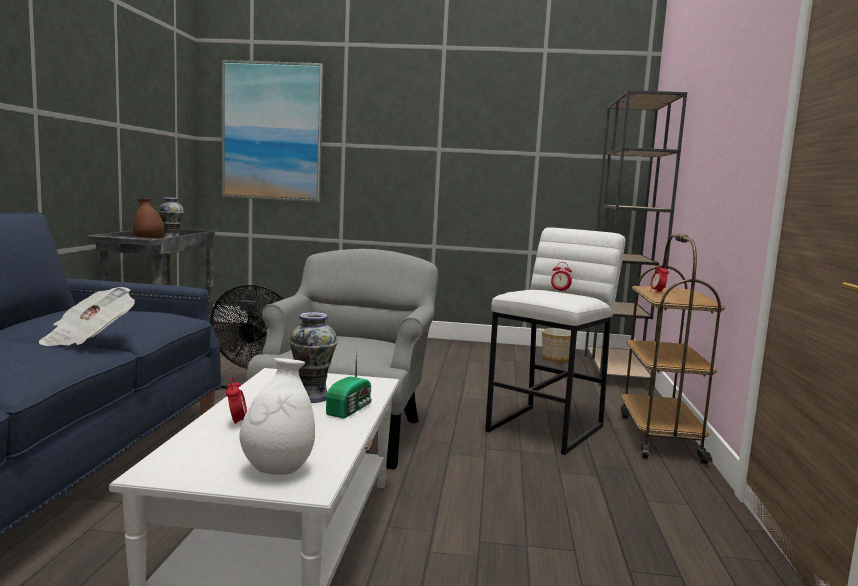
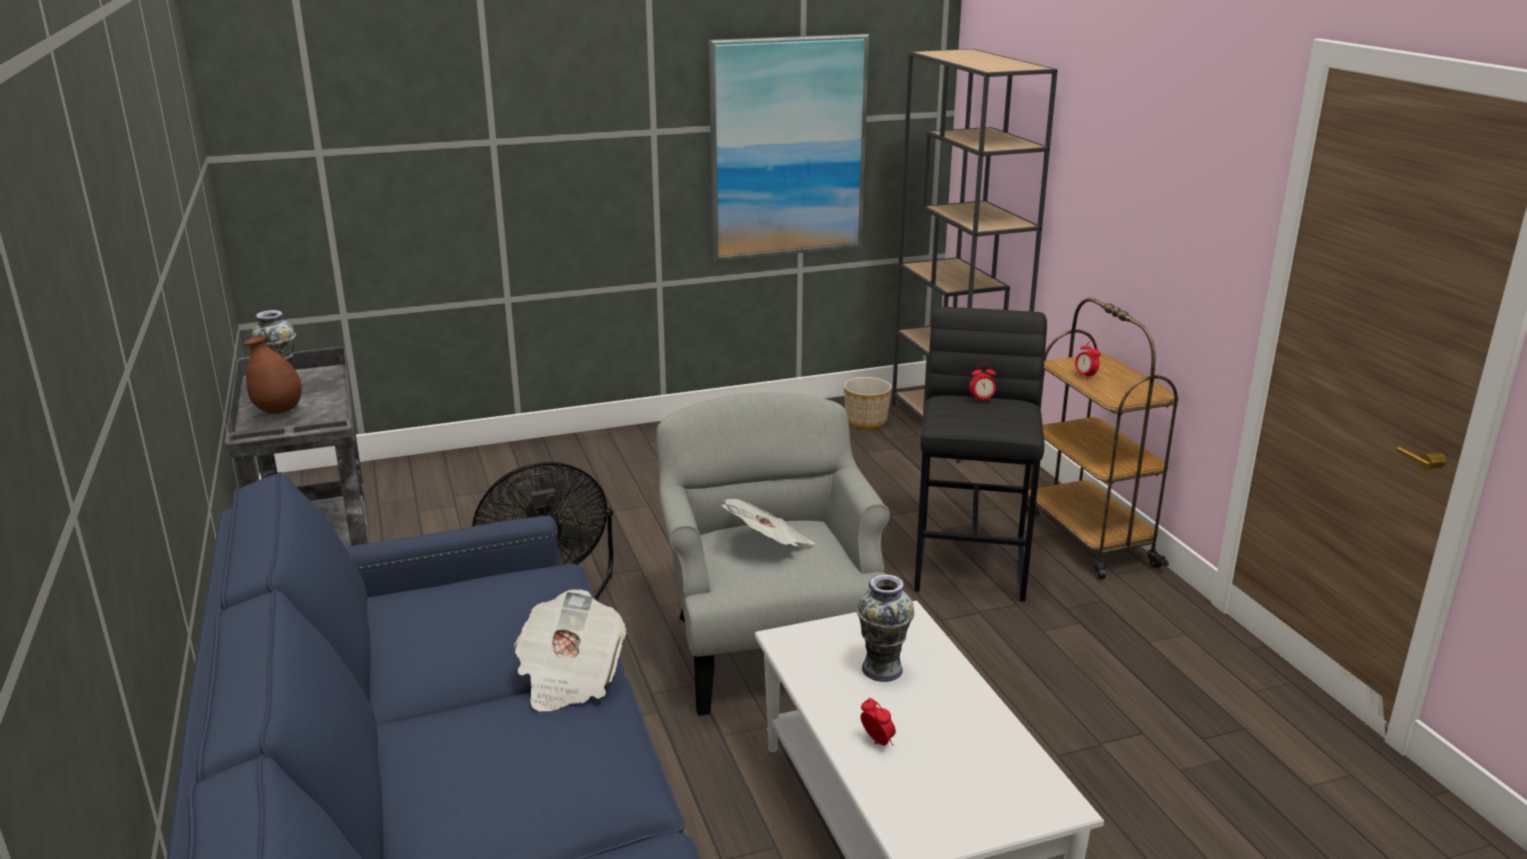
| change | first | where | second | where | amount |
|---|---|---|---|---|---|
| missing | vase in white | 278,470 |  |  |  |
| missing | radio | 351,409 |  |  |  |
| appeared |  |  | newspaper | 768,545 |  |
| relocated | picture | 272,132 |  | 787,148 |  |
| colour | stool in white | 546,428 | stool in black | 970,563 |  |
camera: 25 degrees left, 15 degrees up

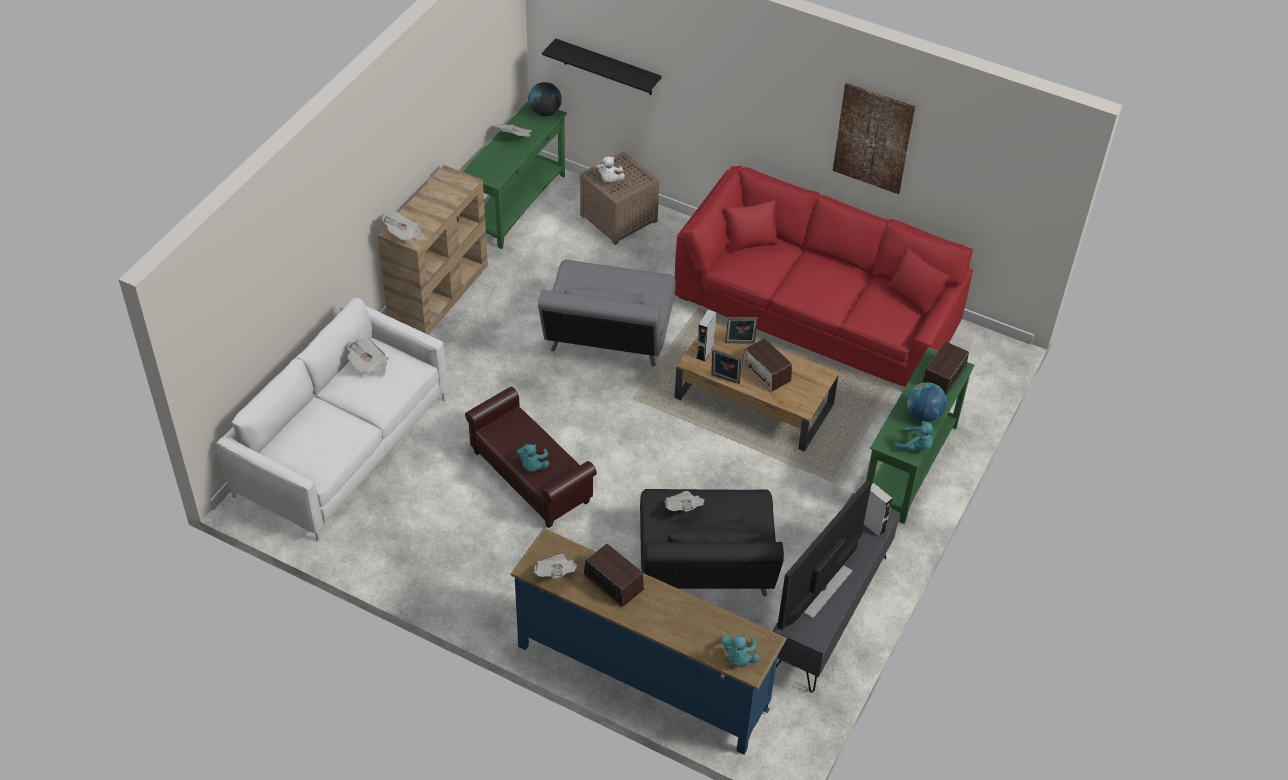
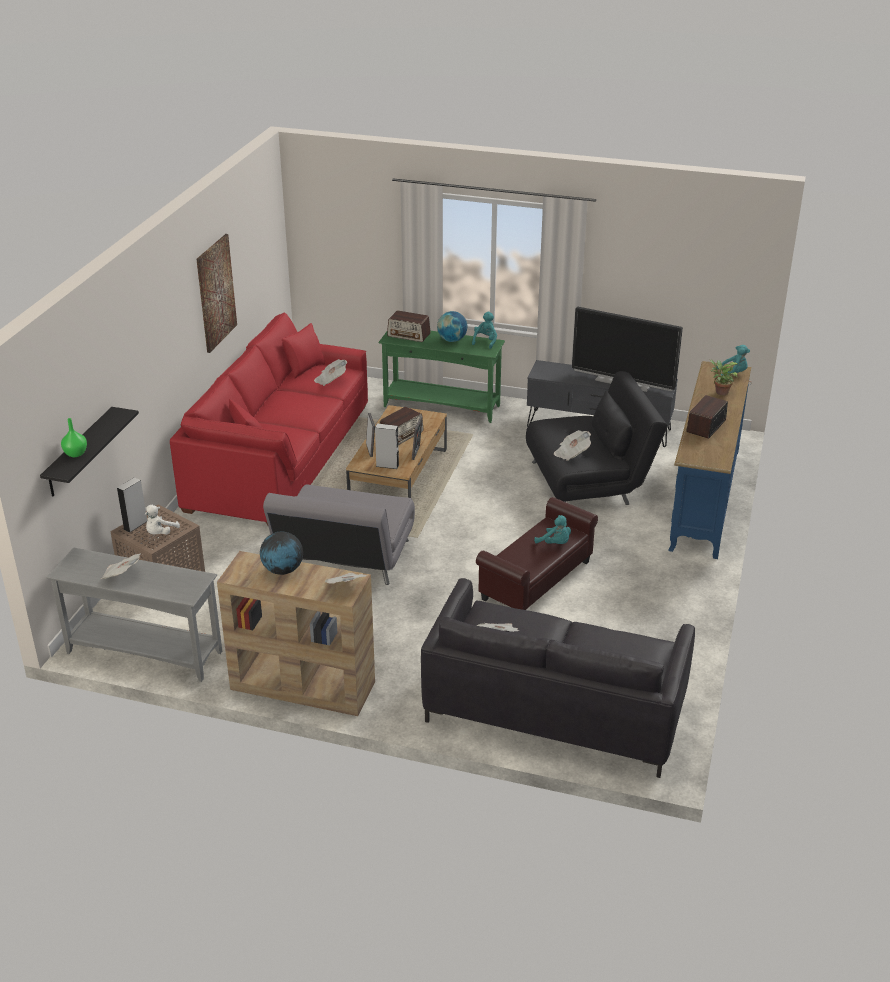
| change | first | where | second | where | amount |
|---|---|---|---|---|---|
| appeared |  |  | vase in green | 76,453 |  |
| appeared |  |  | potted plant | 720,392 |  |
| relocated | globe | 545,112 |  | 282,570 |  |
| relocated | newspaper | 555,573 |  | 331,380 |  |
| relocated | speaker in grey | 872,526 |  | 135,525 |  |
| colour | sofa in white | 343,448 | sofa in black | 555,709 |  |
| colour | console table in green | 516,204 | console table in grey | 143,652 |  |
| spun | plush toy in turquoise | 533,466 |  | 555,543 | 45 degrees clockwise |
| spun | armchair in grey | 607,339 |  | 344,561 | 105 degrees clockwise |
| spun | plush toy in white | 610,179 |  | 160,533 | 120 degrees clockwise |
camera: 100 degrees left, 15 degrees down

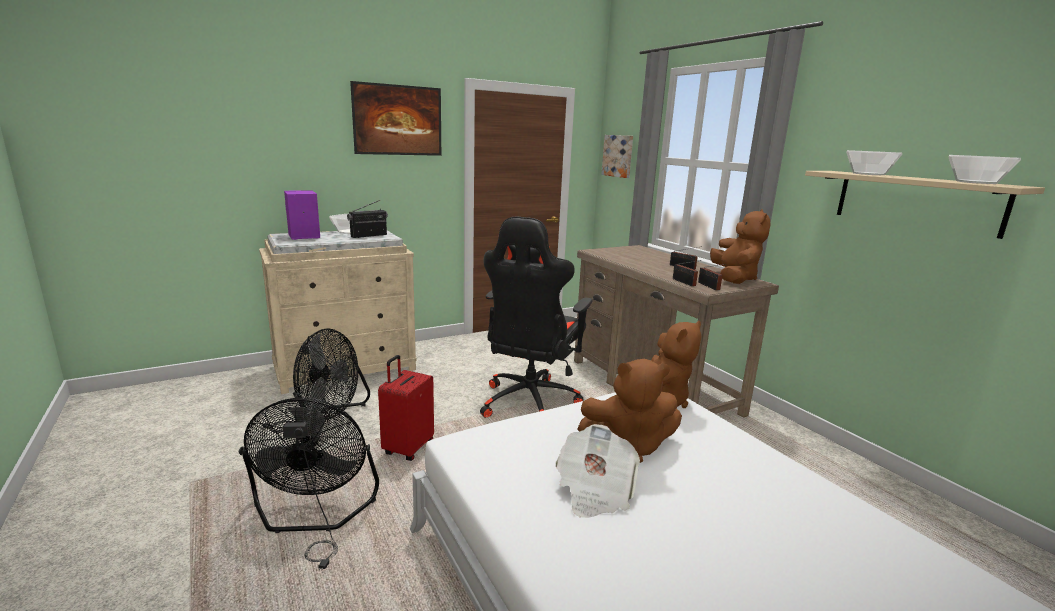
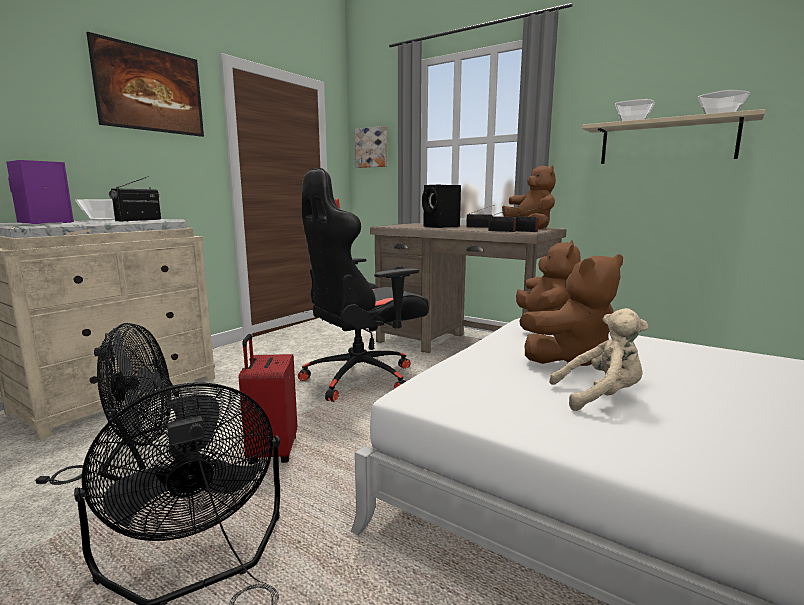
| change | first | where | second | where | amount |
|---|---|---|---|---|---|
| appeared |  |  | speaker in black | 441,227 |  |
| exchanged | newspaper | 594,490 | plush toy in beige | 600,397 |  |
| spun | office chair in black | 532,398 |  | 367,377 | 60 degrees clockwise |
camera: 25 degrees left, 5 degrees down

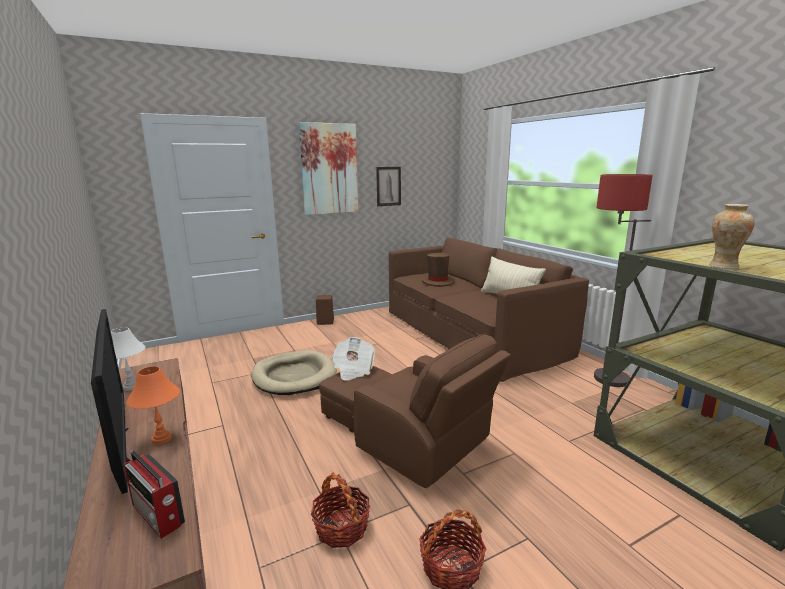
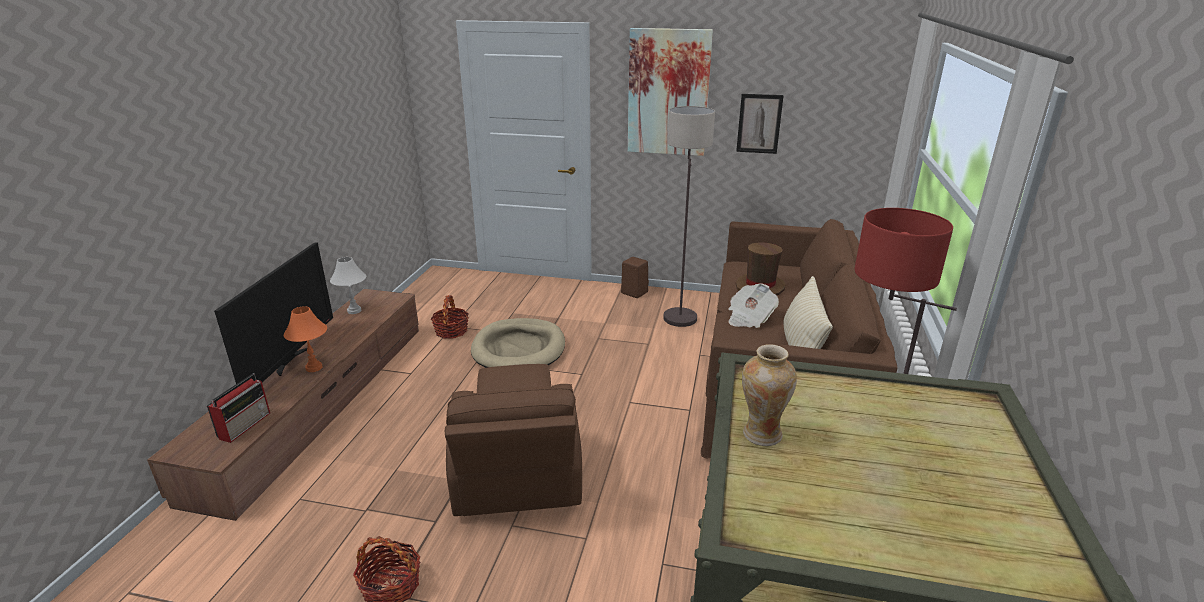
| change | first | where | second | where | amount |
|---|---|---|---|---|---|
| appeared |  |  | floor lamp in grey | 679,314 |  |
| relocated | basket | 341,528 |  | 451,331 |  |
| relocated | newspaper | 353,370 |  | 749,318 |  |
| spun | radio | 158,515 |  | 245,425 | 150 degrees counterclockwise |
camera: 40 degrees right, 10 degrees up

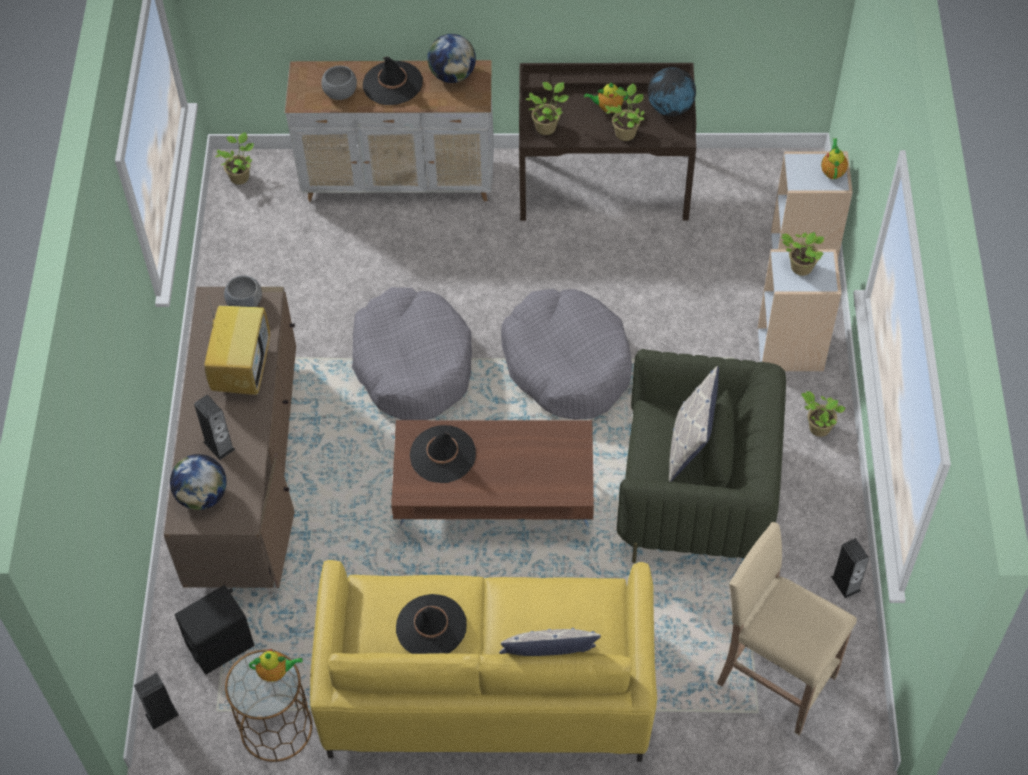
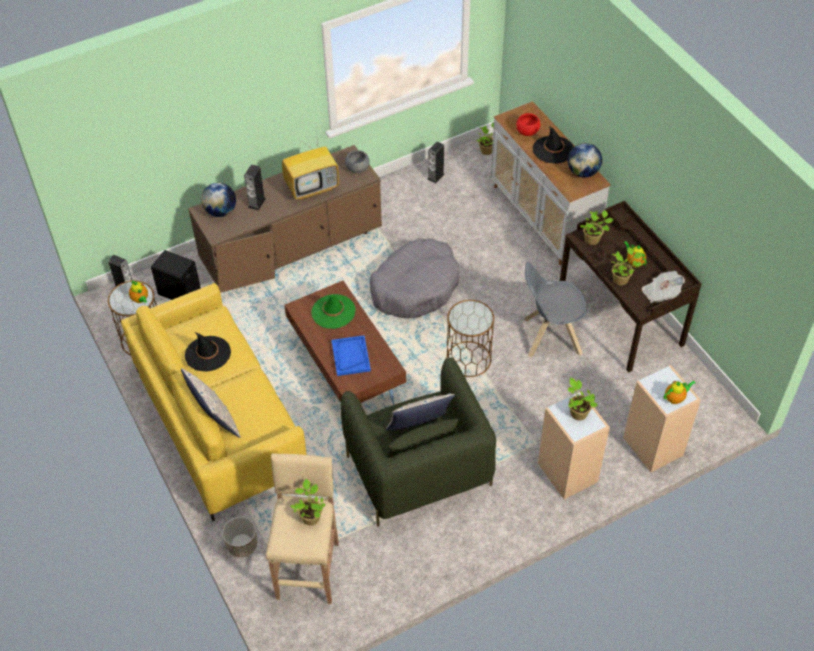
| change | first | where | second | where | amount |
|---|---|---|---|---|---|
| appeared |  |  | planter | 242,545 |  |
| appeared |  |  | tray in blue | 350,356 |  |
| appeared |  |  | chair in grey | 550,336 |  |
| relocated | potted plant | 817,427 |  | 310,516 |  |
| relocated | speaker | 845,583 |  | 435,176 |  |
| exchanged | dog bed in grey | 567,364 | side table in brown | 468,359 |  |
| exchanged | globe | 670,108 | newspaper | 661,293 |  |
| colour | bowl in grey | 340,92 | bowl in red | 527,131 |  |
| colour | hat in black | 442,454 | hat in green | 333,312 |  |
camera: 60 degrees right, 5 degrees down

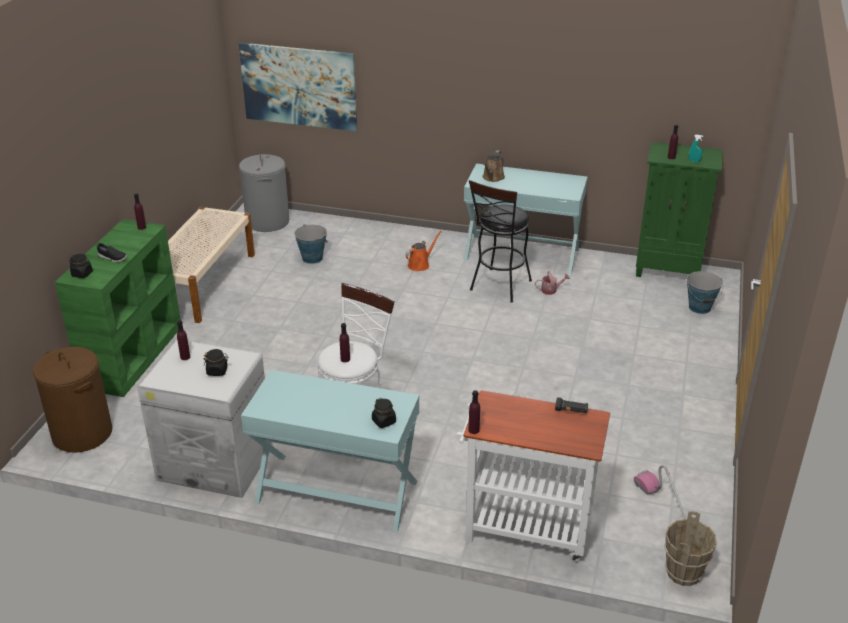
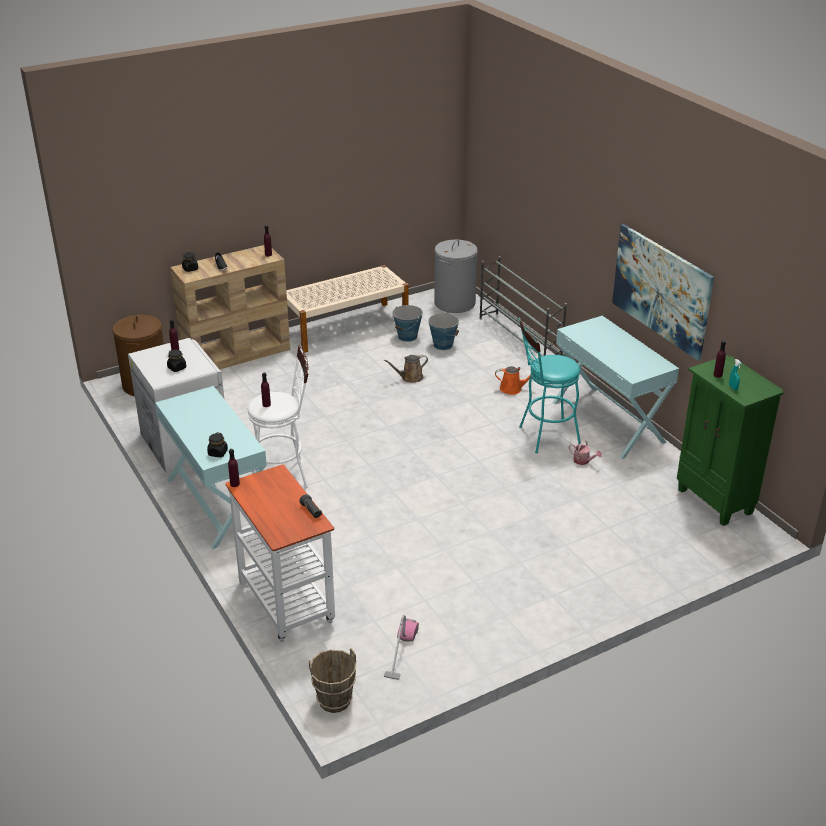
| change | first | where | second | where | amount |
|---|---|---|---|---|---|
| appeared |  |  | shoe rack in grey | 519,340 |  |
| relocated | picture | 299,86 |  | 661,290 |  |
| relocated | watering can in brown | 492,178 |  | 410,378 |  |
| relocated | bucket | 700,307 |  | 407,337 |  |
| colour | bookcase in green | 132,356 | bookcase in brown | 236,353 |  |
| colour | stool in black | 498,287 | stool in turquoise | 544,437 |  |
camera: 45 degrees right, 0 degrees up

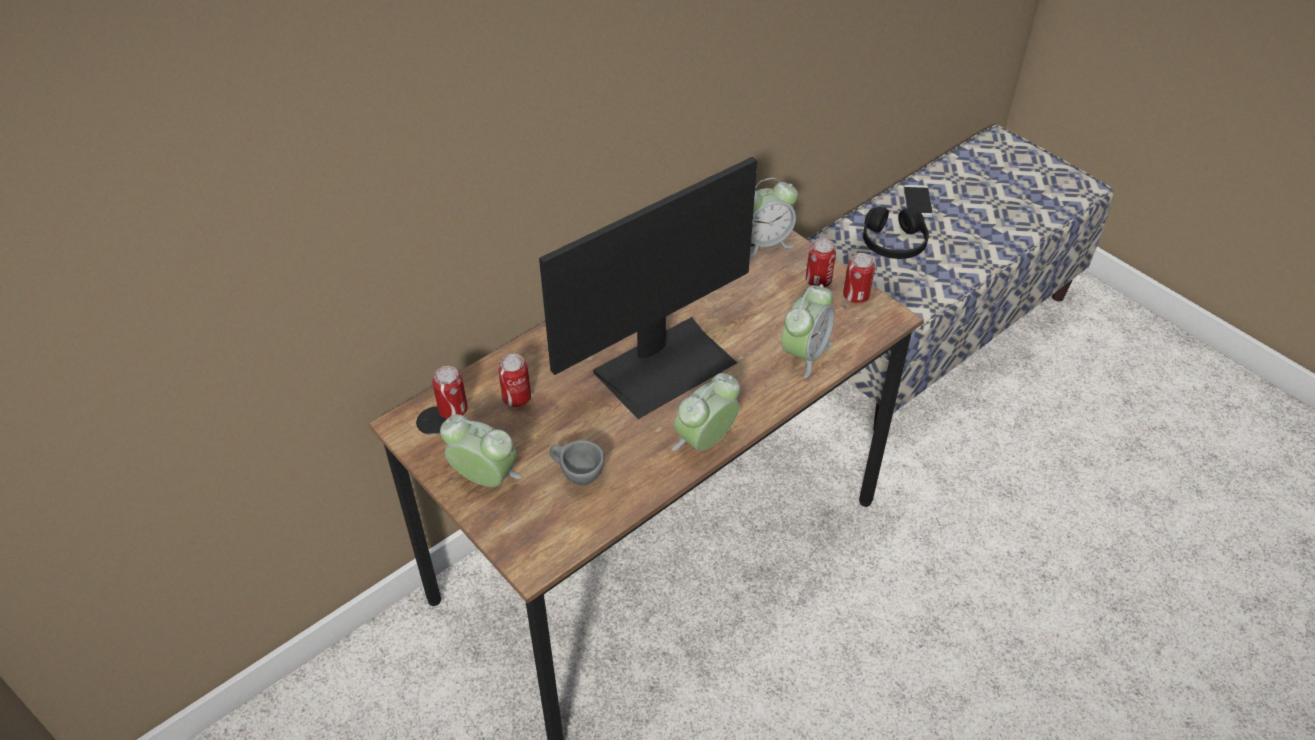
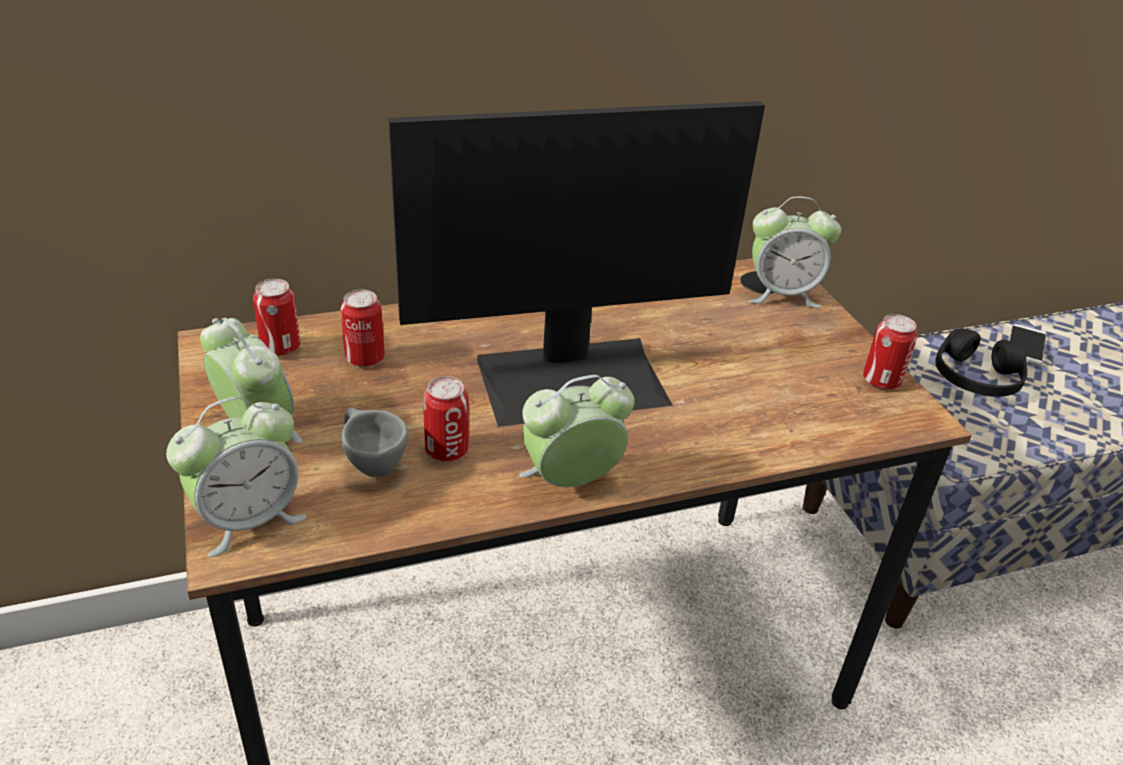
| change | first | where | second | where | amount |
|---|---|---|---|---|---|
| relocated | alarm clock | 804,354 |  | 248,520 |  |
| relocated | can | 818,281 |  | 447,450 |  |
camera: 20 degrees right, 10 degrees down

